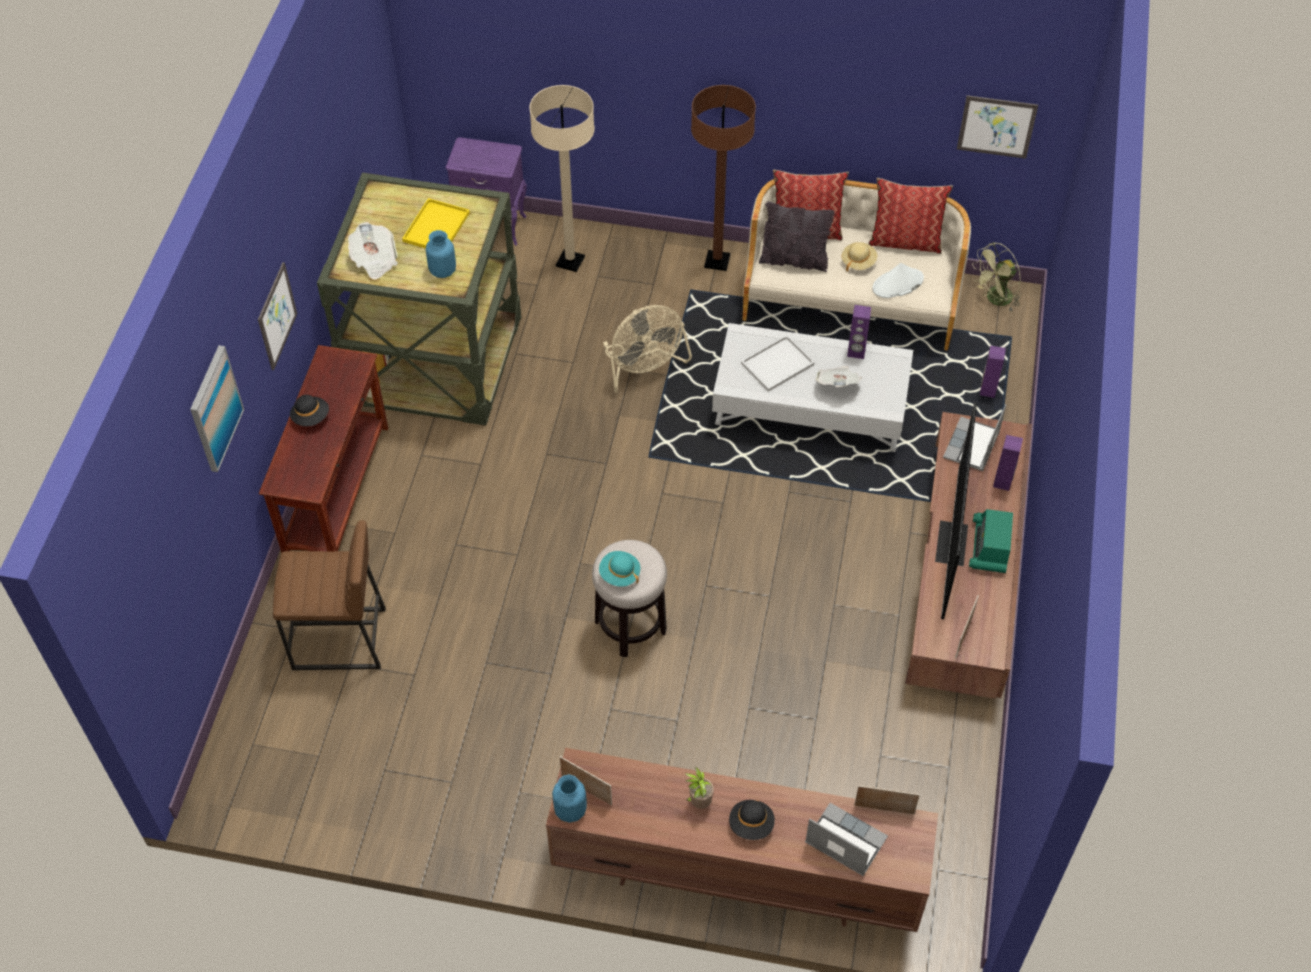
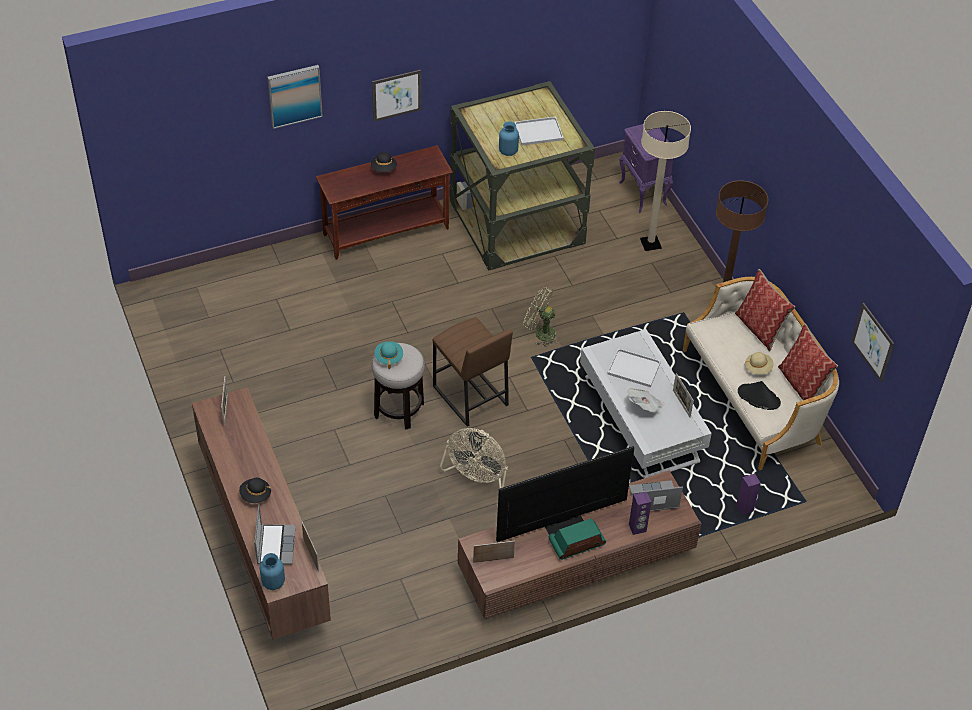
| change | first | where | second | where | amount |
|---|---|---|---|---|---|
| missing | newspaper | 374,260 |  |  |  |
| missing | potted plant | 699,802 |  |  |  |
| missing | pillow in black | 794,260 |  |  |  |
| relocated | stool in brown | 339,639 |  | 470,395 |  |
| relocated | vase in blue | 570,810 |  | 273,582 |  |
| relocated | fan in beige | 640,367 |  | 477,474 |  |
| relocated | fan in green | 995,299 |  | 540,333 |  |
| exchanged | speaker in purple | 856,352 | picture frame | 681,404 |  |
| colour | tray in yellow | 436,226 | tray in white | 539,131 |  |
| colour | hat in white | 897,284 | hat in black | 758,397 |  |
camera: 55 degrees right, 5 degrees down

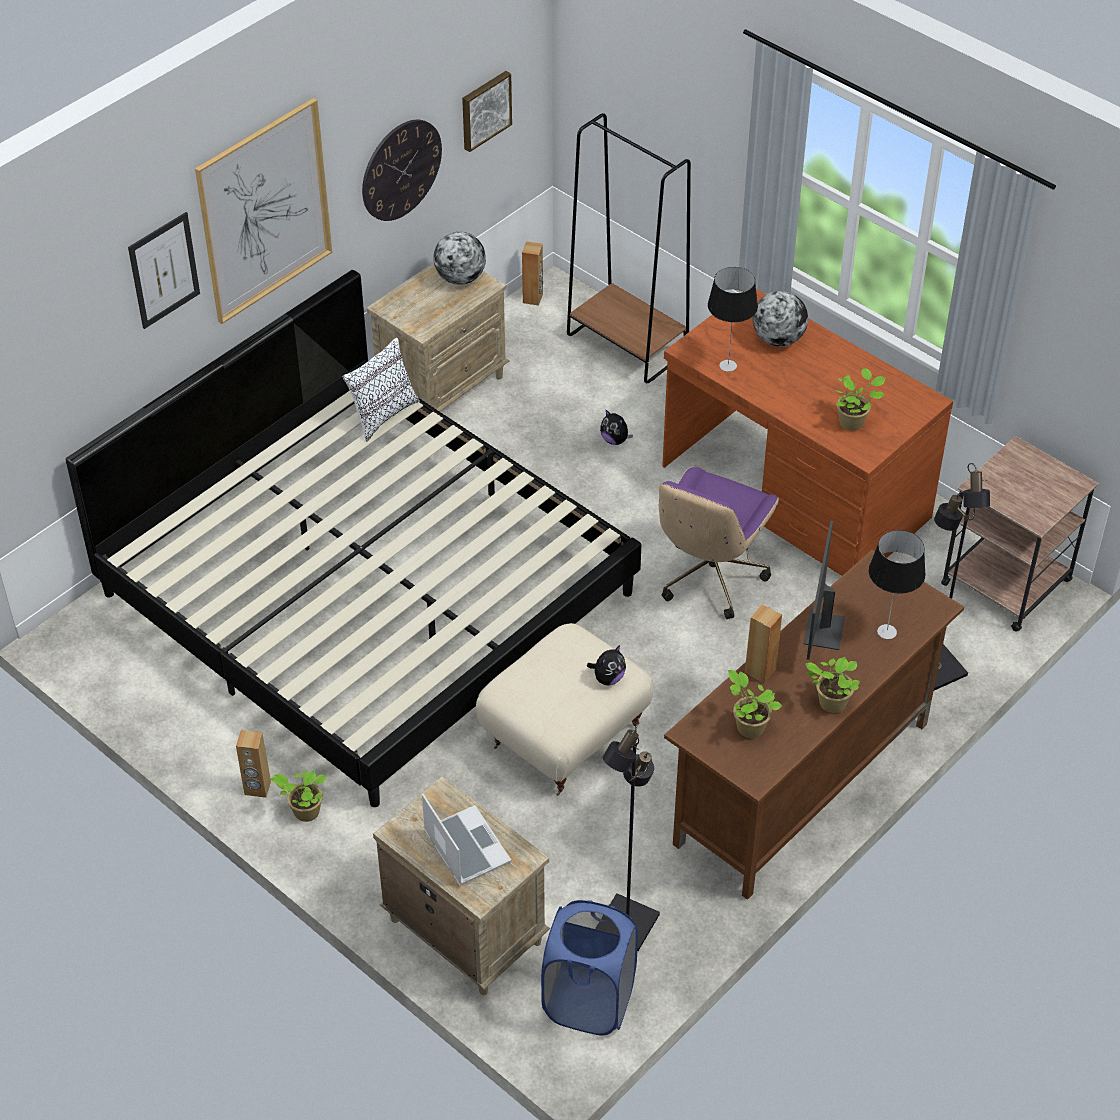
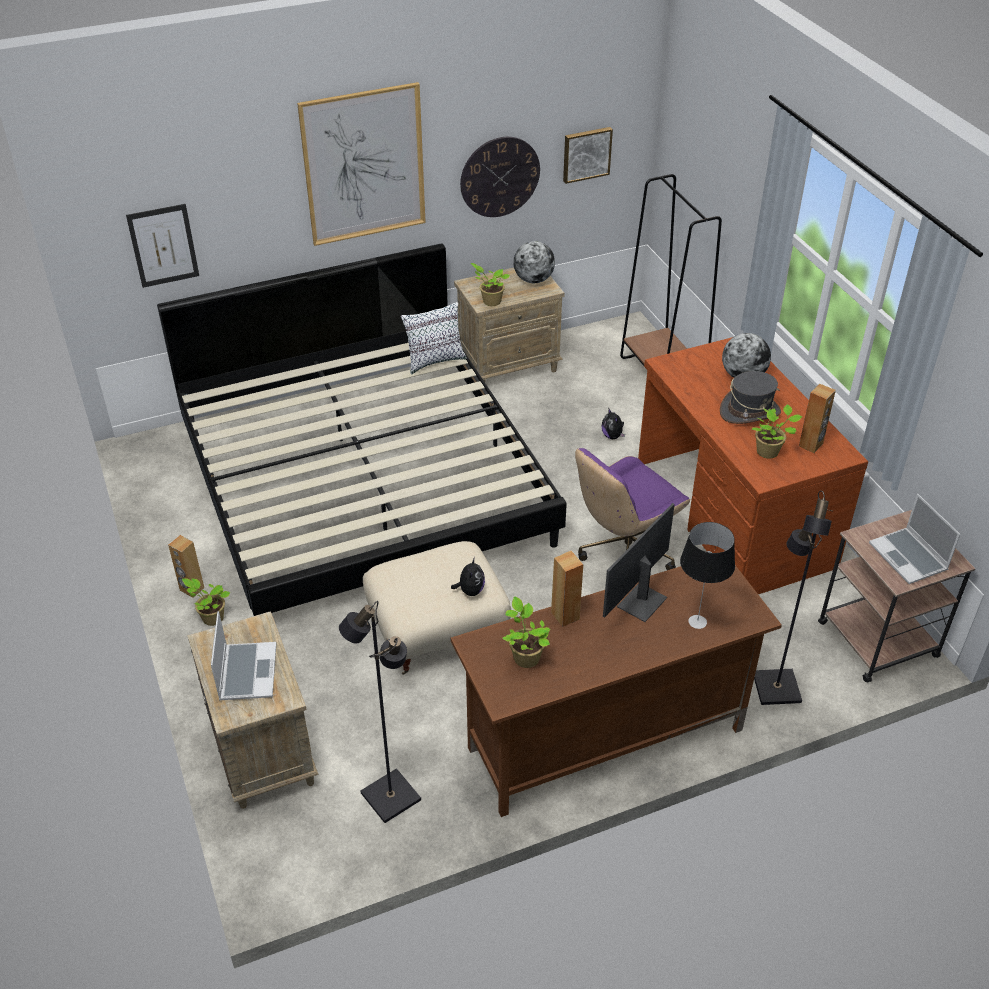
| change | first | where | second | where | amount |
|---|---|---|---|---|---|
| missing | laundry basket in blue | 588,1001 |  |  |  |
| missing | table lamp | 727,365 |  |  |  |
| appeared |  |  | hat in grey | 750,412 |  |
| appeared |  |  | laptop | 909,557 |  |
| relocated | picture | 164,270 |  | 163,245 |  |
| relocated | speaker in brown | 533,298 |  | 811,445 |  |
| relocated | potted plant | 830,703 |  | 490,301 |  |
| spun | plush toy | 608,678 |  | 470,591 | 60 degrees counterclockwise |
camera: 25 degrees right, 5 degrees down

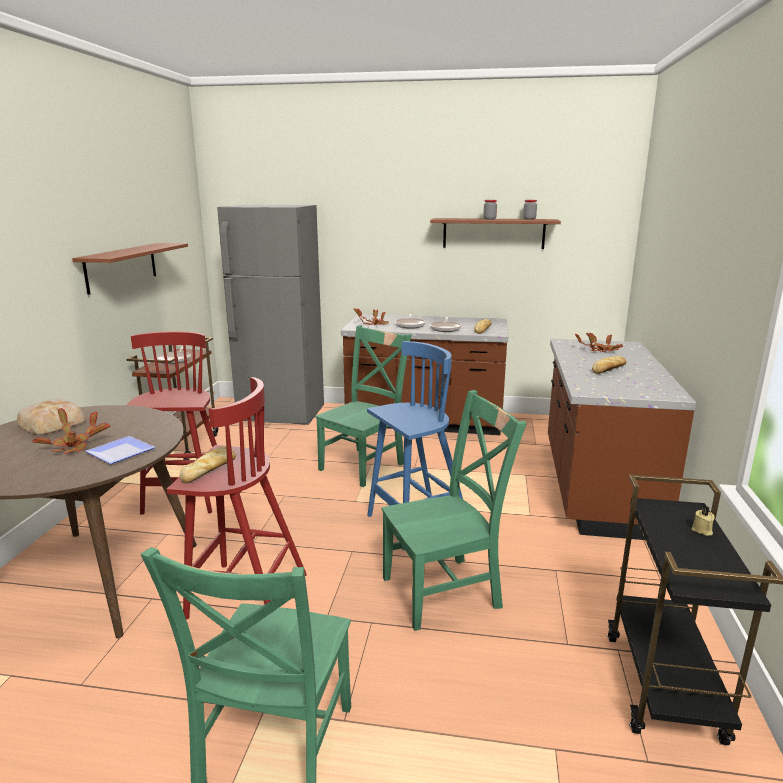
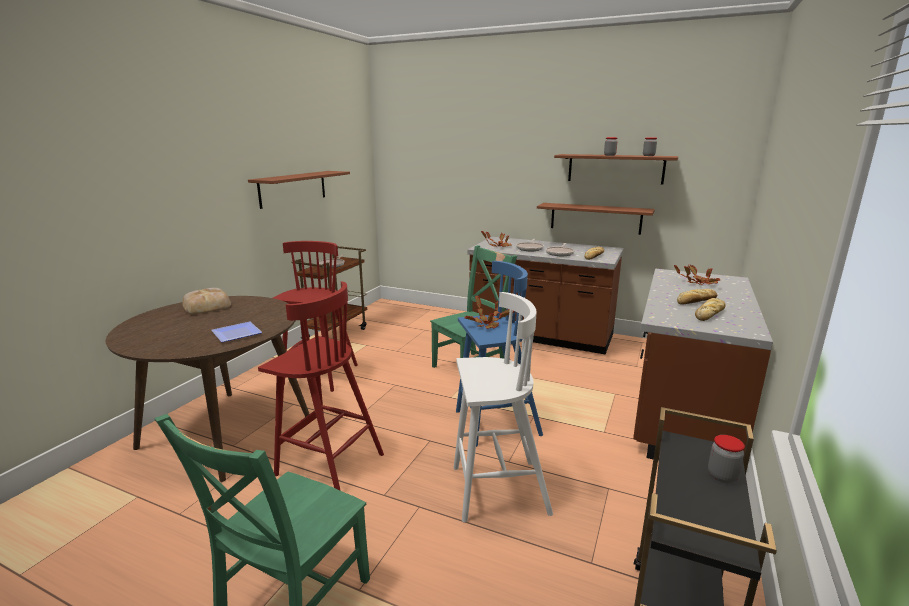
| change | first | where | second | where | amount |
|---|---|---|---|---|---|
| missing | fridge in grey | 281,413 |  |  |  |
| appeared |  |  | shelf in brown | 595,218 |  |
| relocated | potted plant | 74,445 |  | 487,323 |  |
| relocated | bread | 210,469 |  | 709,313 |  |
| exchanged | chair in green | 445,591 | stool in white | 496,490 |  |
| exchanged | candle in beige | 702,530 | jar | 722,476 |  |
camera: 15 degrees right, 0 degrees up

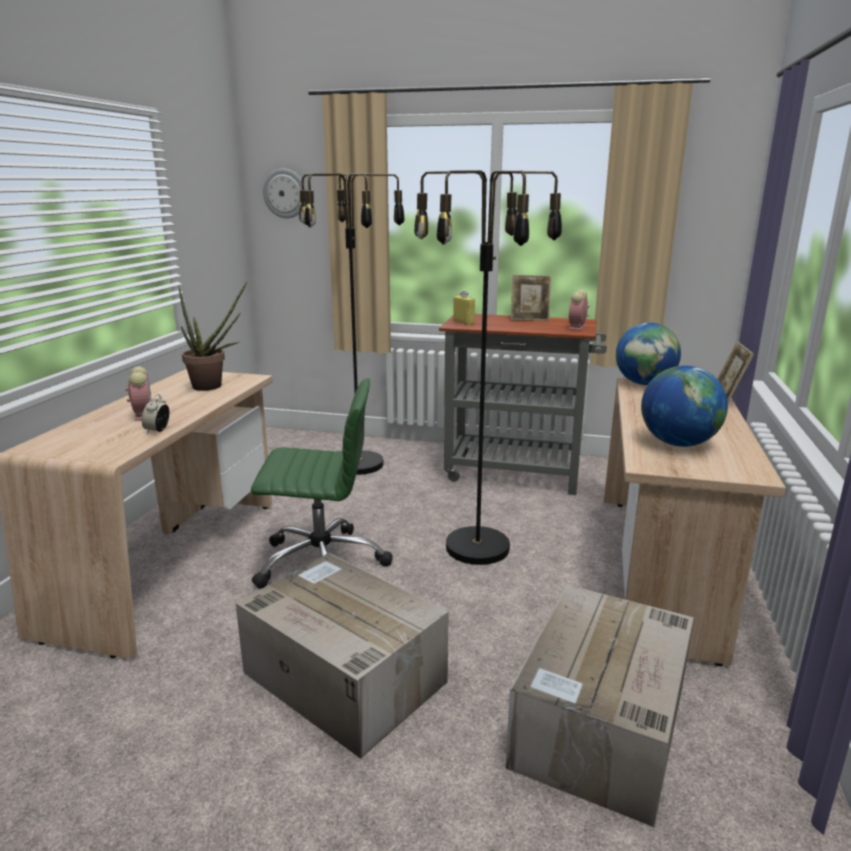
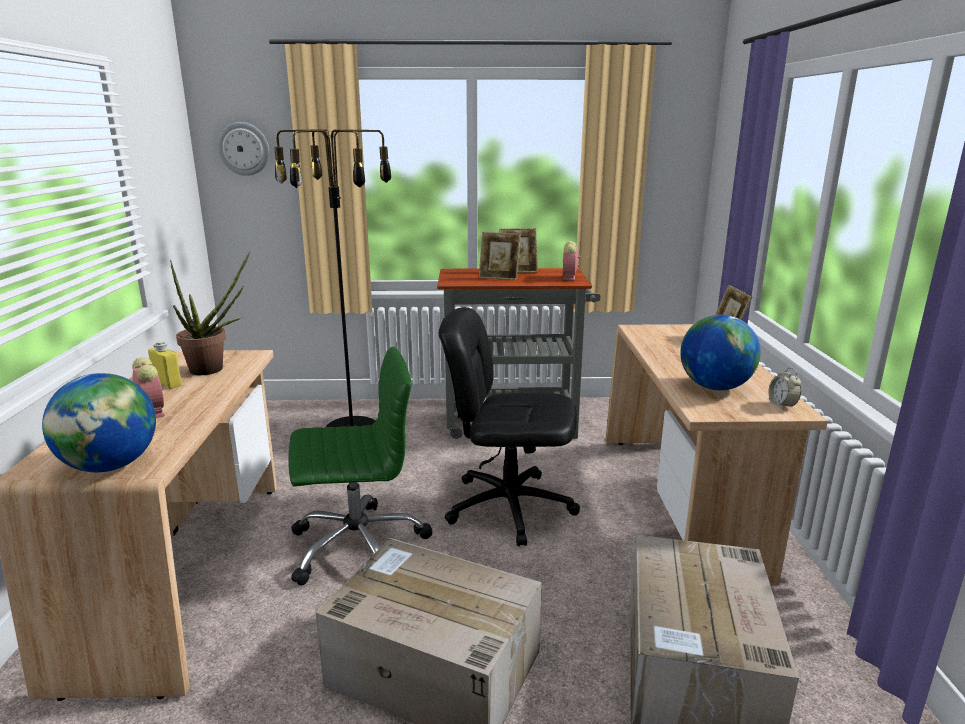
| change | first | where | second | where | amount |
|---|---|---|---|---|---|
| appeared |  |  | picture frame | 499,277 |  |
| relocated | alarm clock | 157,430 |  | 782,405 |  |
| relocated | bottle in yellow | 463,322 |  | 167,383 |  |
| relocated | globe | 644,384 |  | 111,466 |  |
| exchanged | floor lamp | 477,548 | office chair in black | 509,506 |  |
camera: 15 degrees left, 0 degrees up

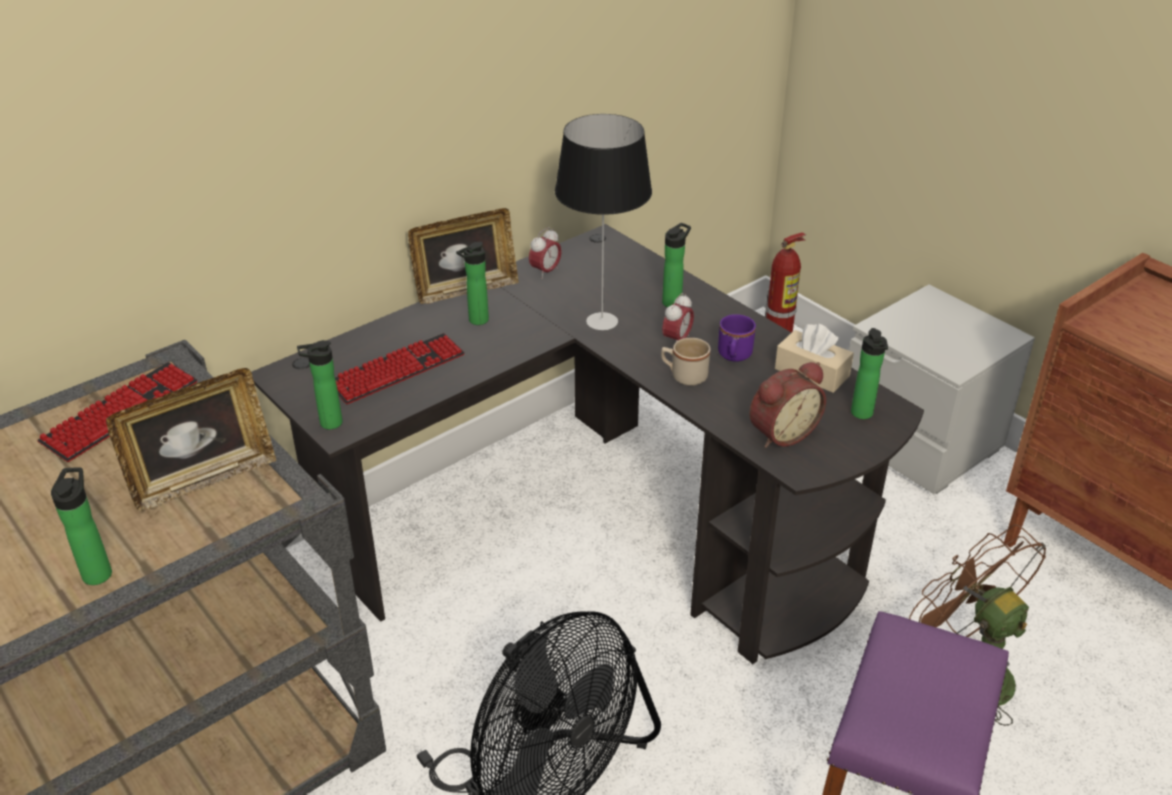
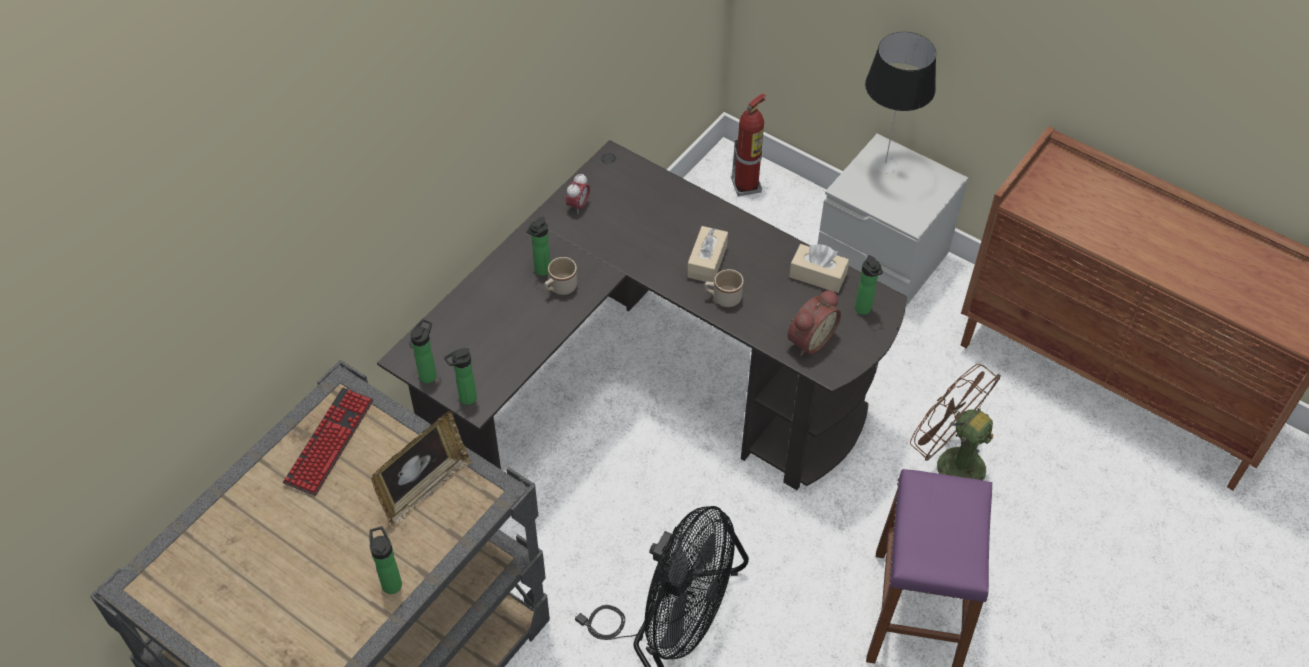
| change | first | where | second | where | amount |
|---|---|---|---|---|---|
| missing | keyboard | 397,370 |  |  |  |
| missing | picture frame | 465,289 |  |  |  |
| missing | mug in purple | 734,356 |  |  |  |
| appeared |  |  | mug in beige | 560,288 |  |
| relocated | table lamp | 600,321 |  | 884,165 |  |
| relocated | bottle | 674,301 |  | 429,374 |  |
| exchanged | alarm clock | 677,340 | tissue box in beige | 707,261 |  |
camera: 15 degrees left, 15 degrees up

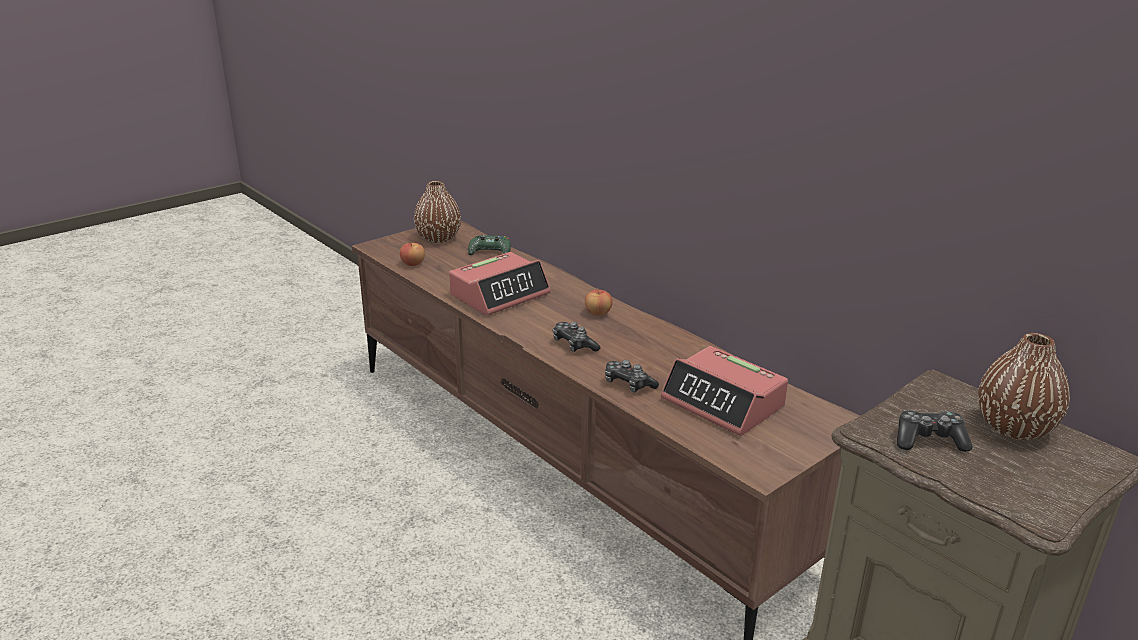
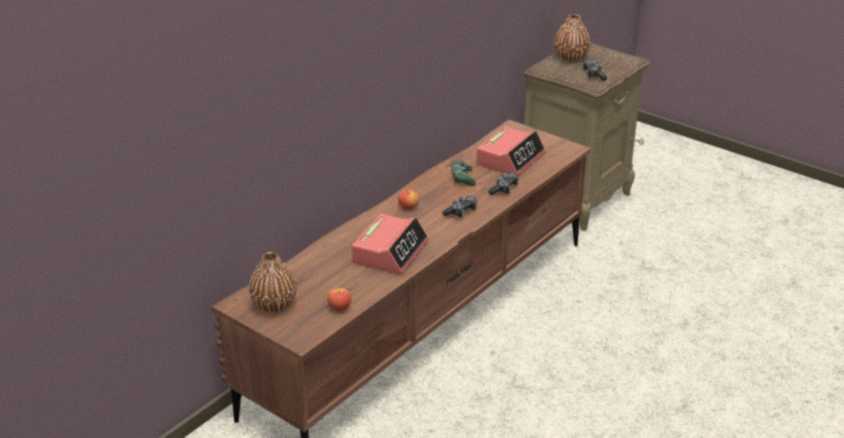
| change | first | where | second | where | amount |
|---|---|---|---|---|---|
| relocated | game controller in green | 490,252 |  | 463,178 |  |
| spun | alarm clock | 500,294 |  | 390,252 | 75 degrees clockwise |
camera: 100 degrees left, 5 degrees up

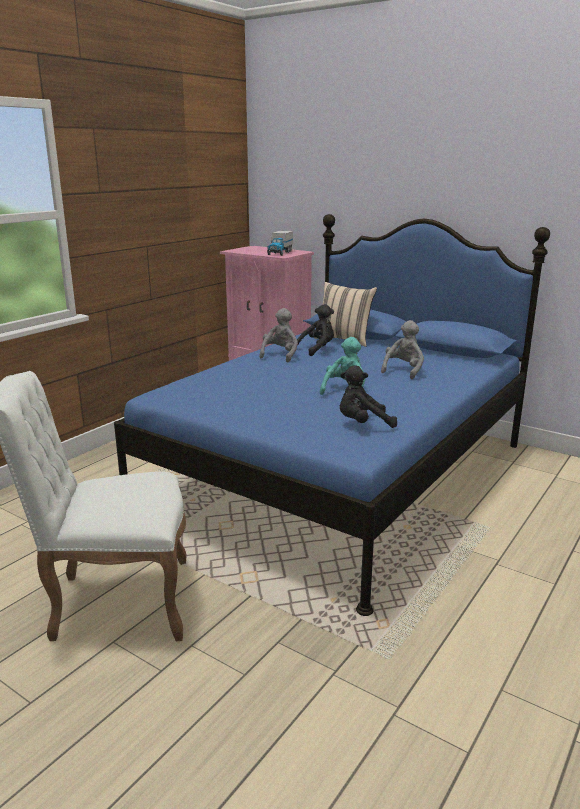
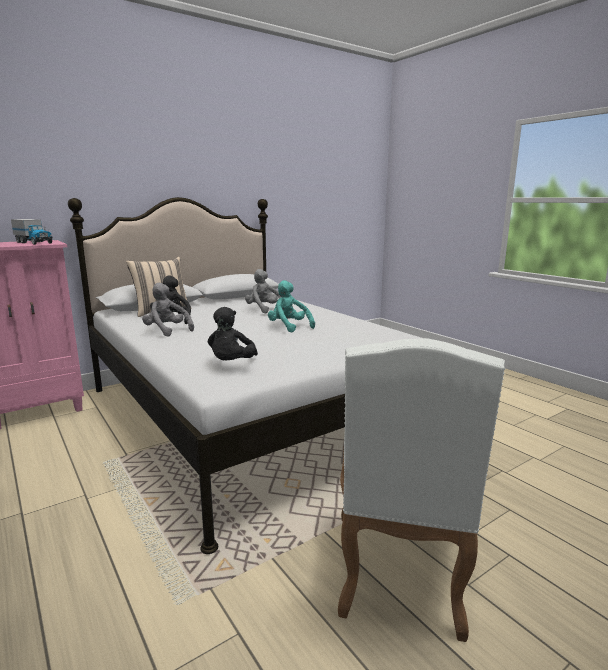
| change | first | where | second | where | amount |
|---|---|---|---|---|---|
| relocated | plush toy in black | 363,424 |  | 231,364 |  |
| colour | bed in blue | 339,475 | bed in white | 248,415 |  |
camera: 70 degrees left, 5 degrees down

